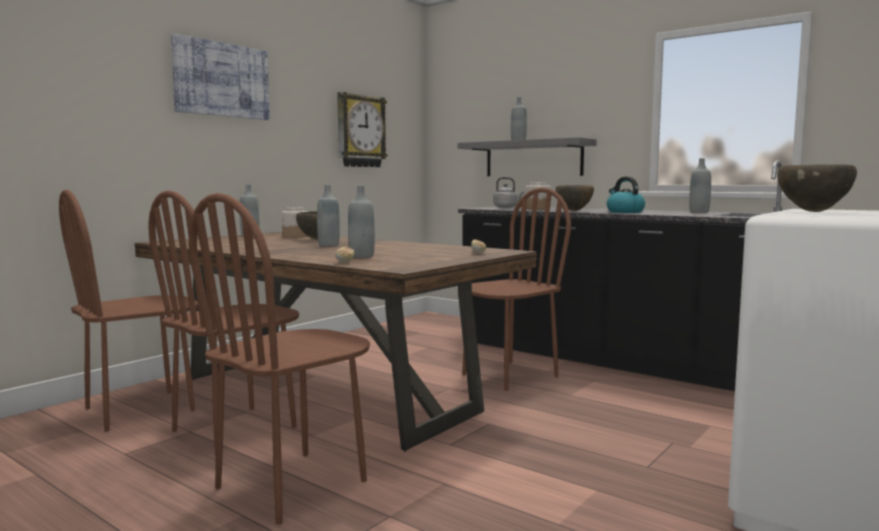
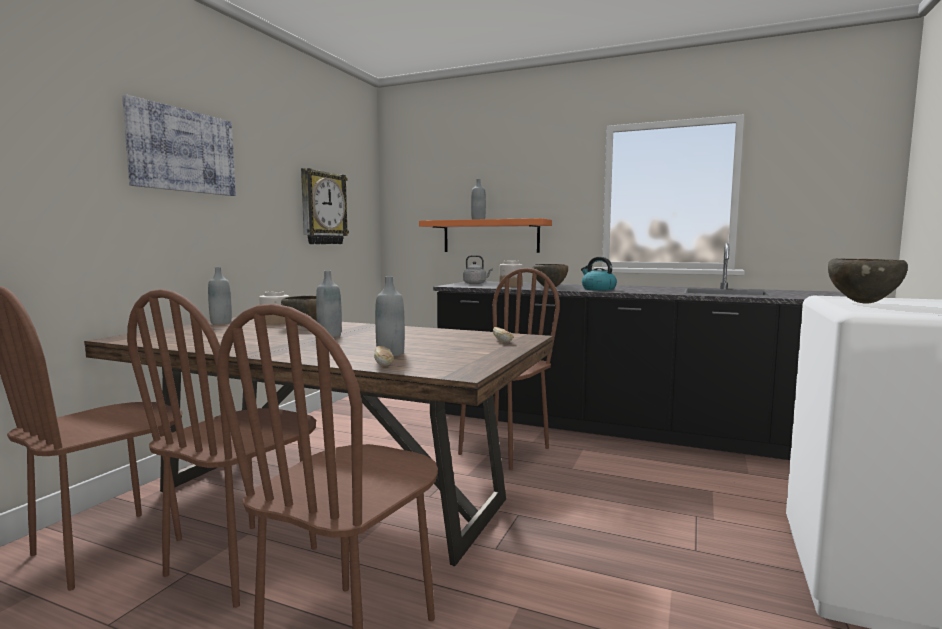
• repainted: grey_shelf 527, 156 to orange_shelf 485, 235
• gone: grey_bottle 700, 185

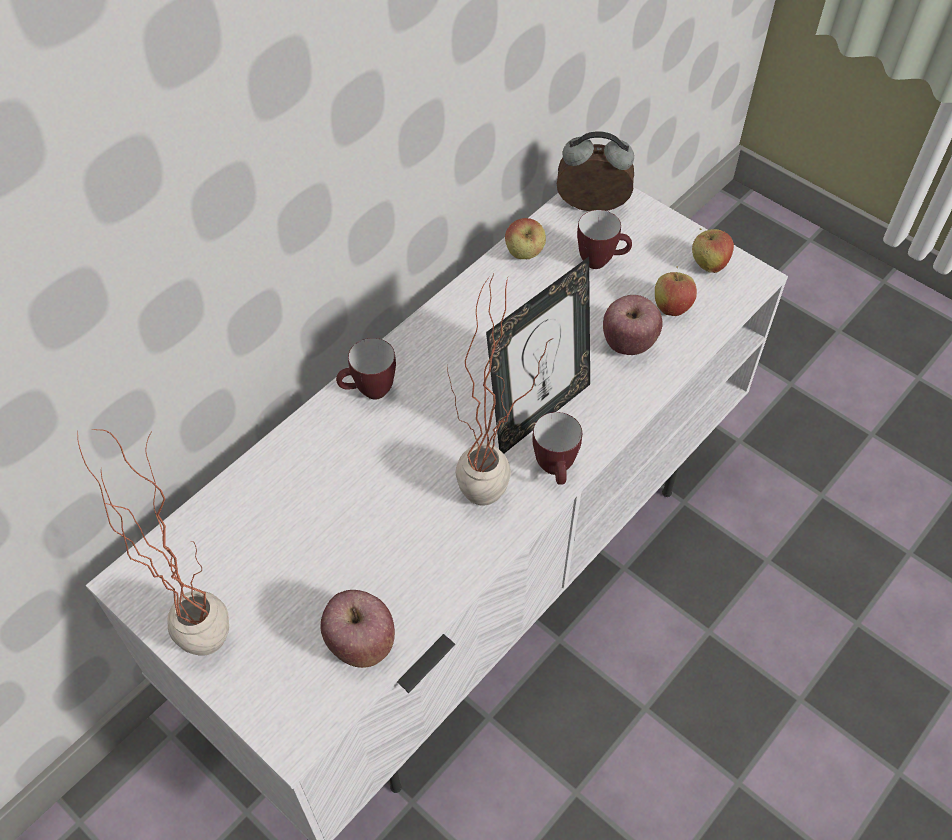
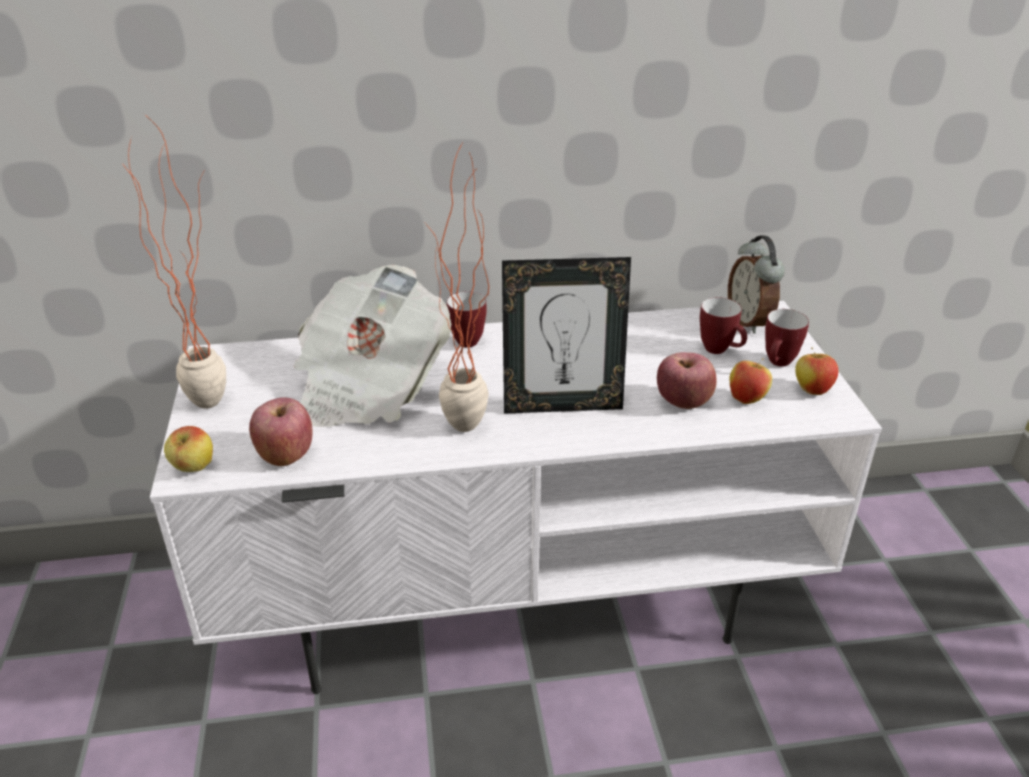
• shifted: apple 525, 238 to 188, 449
• new: newspaper 373, 346
• rotated: alarm_clock 595, 171 = 756, 285 150 degrees counterclockwise
• shifted: mug 557, 448 to 787, 337

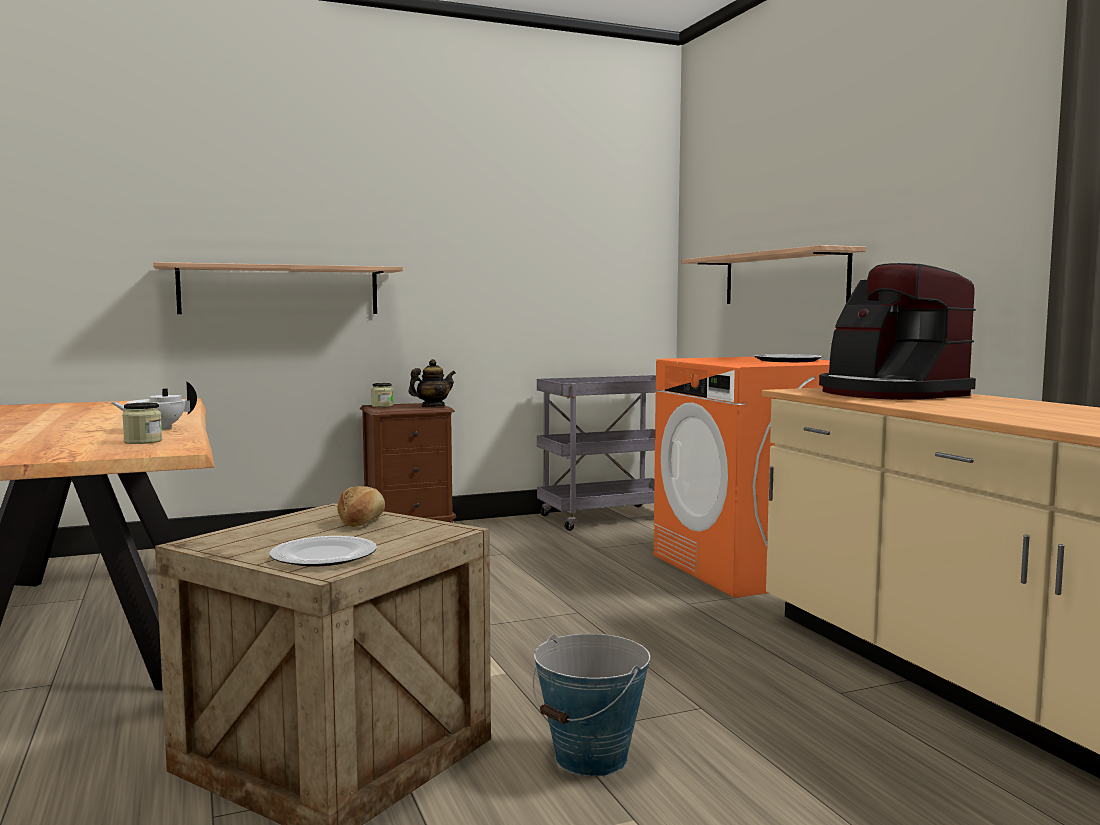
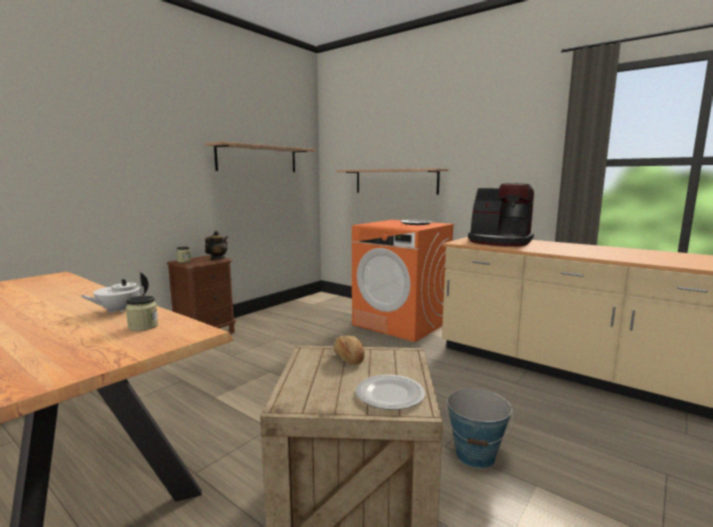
• shifted: shelf 278, 288 to 260, 157
• gone: grey_cart 599, 453

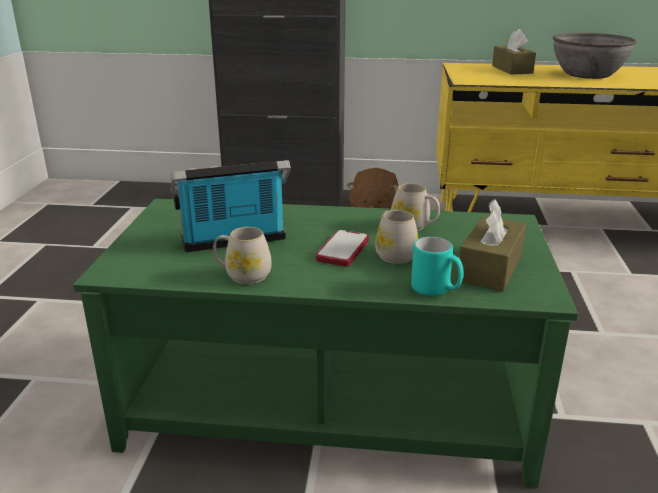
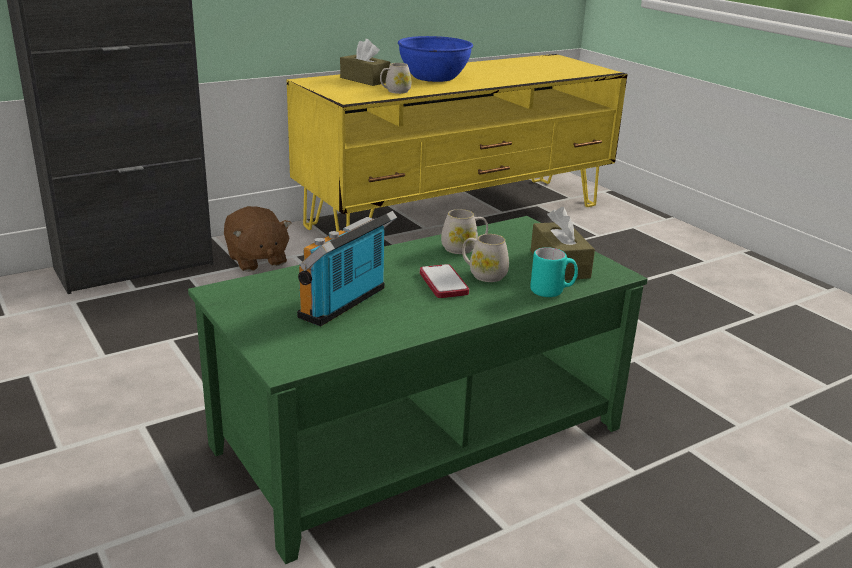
• shifted: white_mug 242, 255 to 395, 78
• repainted: grey_bowl 595, 56 to blue_bowl 435, 59

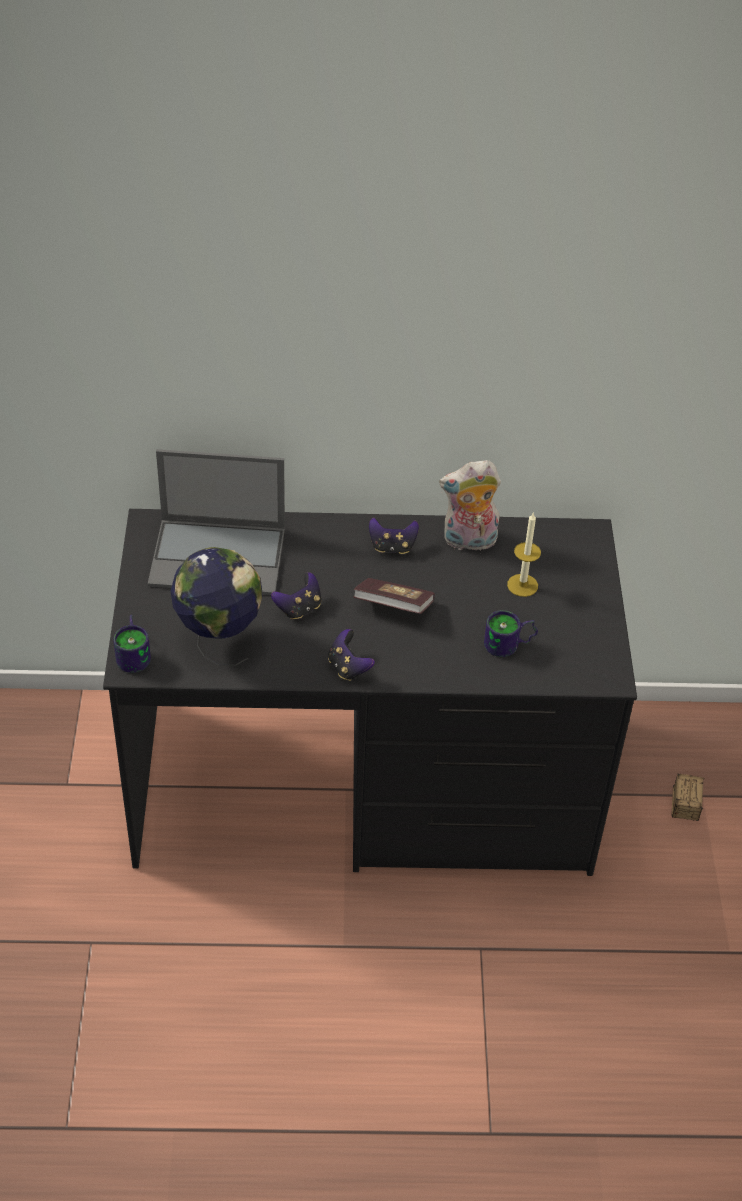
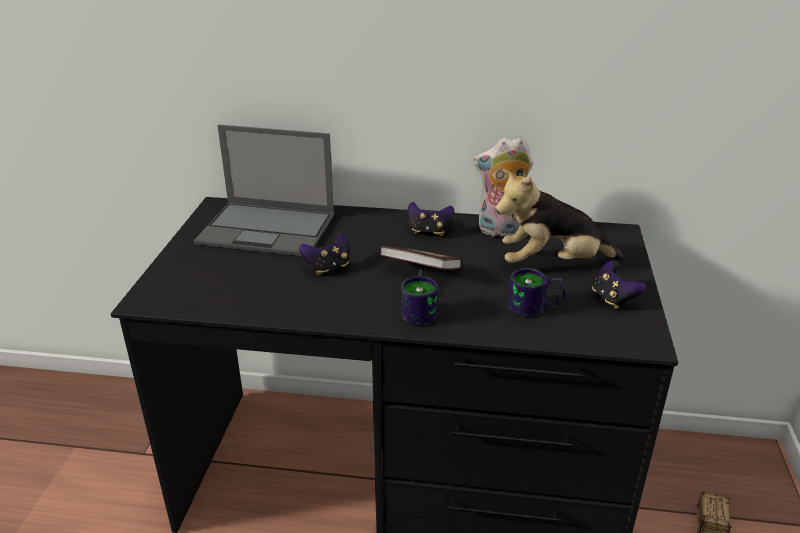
• shifted: mug 132, 644 to 419, 297
• swapped: candle 524, 554 to plush_toy 559, 216
• shifted: game_controller 351, 655 to 619, 284
• gone: globe 216, 606

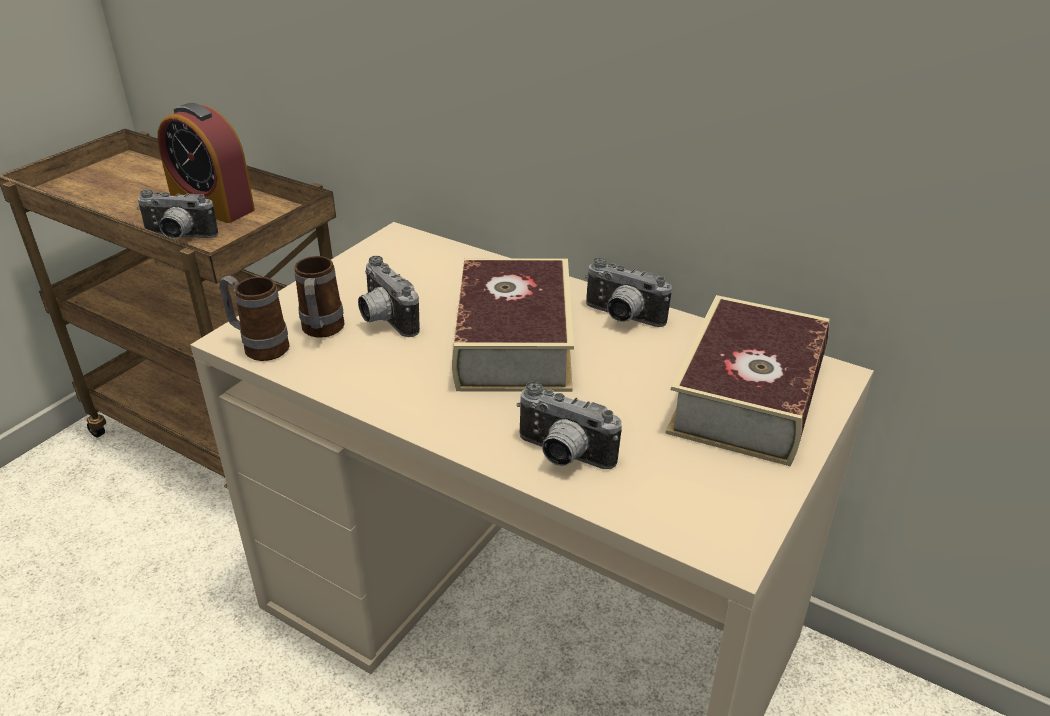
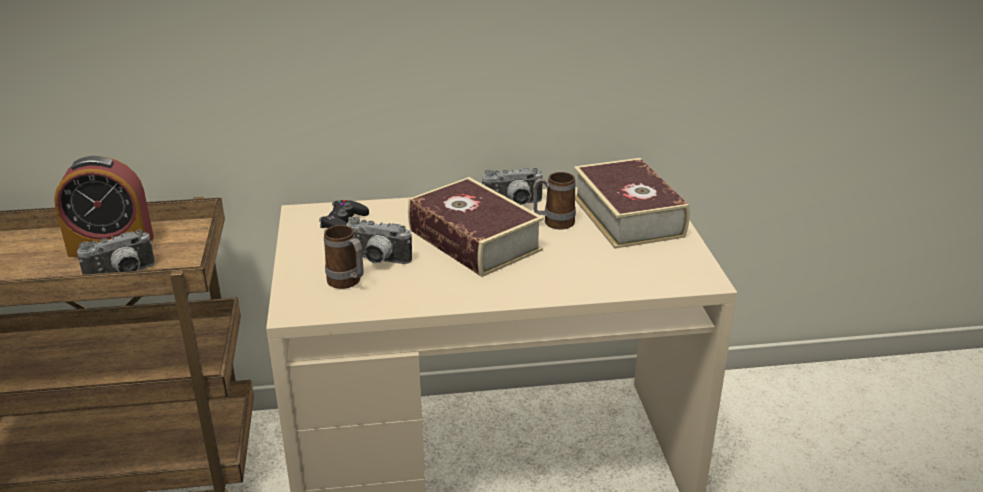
• new: black_game_controller 344, 214
• shifted: mug 254, 318 to 554, 201
• gone: photo_camera 569, 425

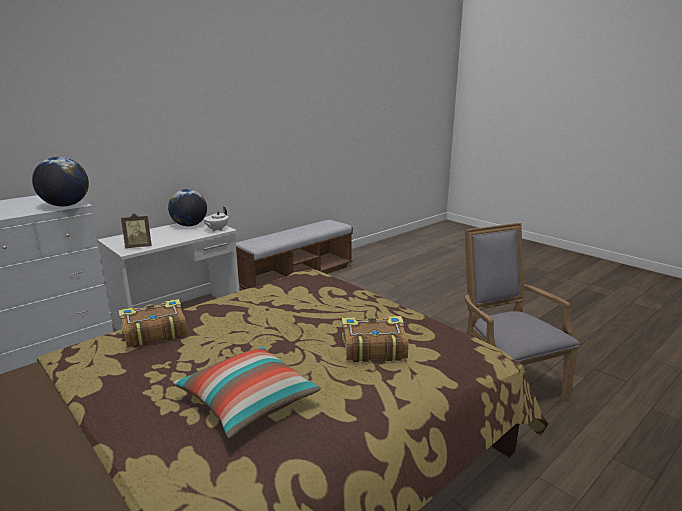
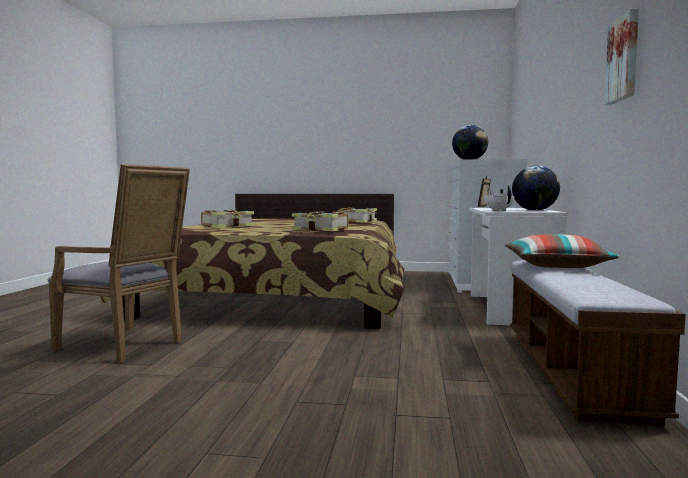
• new: book 320, 221
• shifted: pillow 247, 392 to 562, 251
• new: picture 621, 56

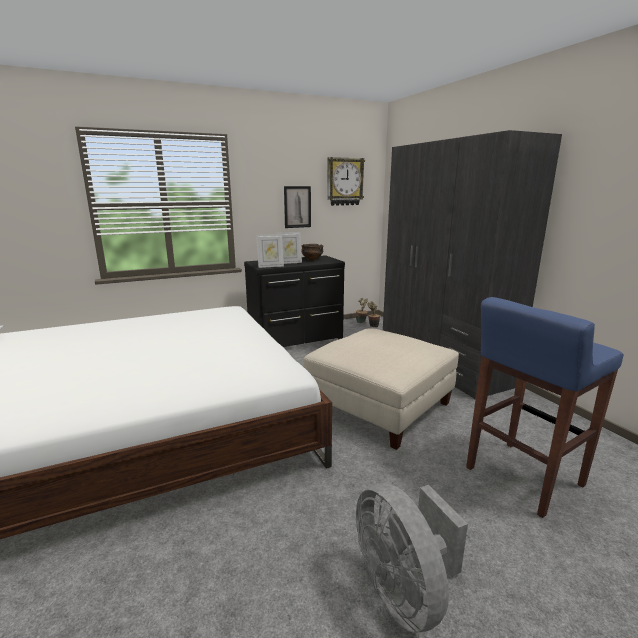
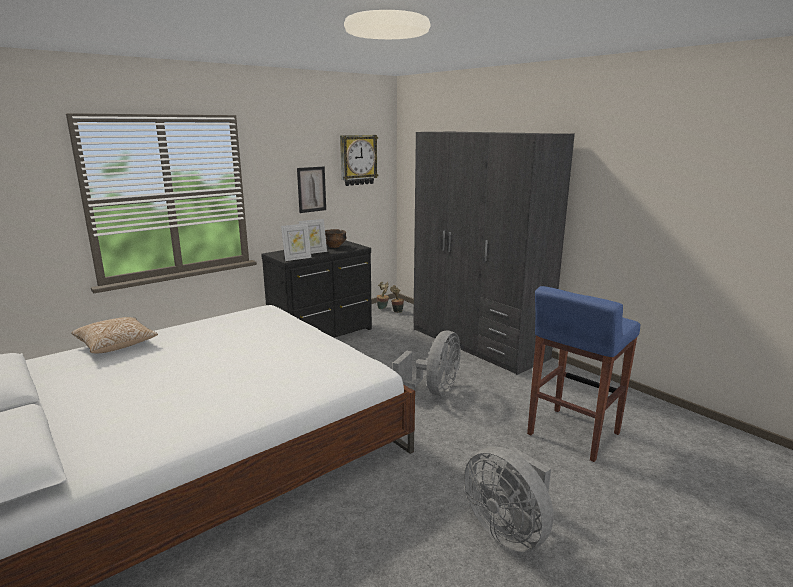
• new: pillow 115, 335
• swapped: beige_ottoman 381, 389 to grey_fan 427, 363

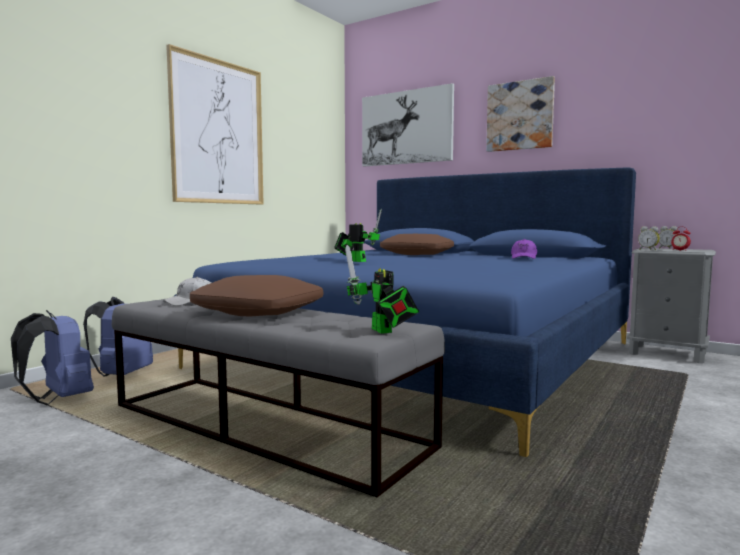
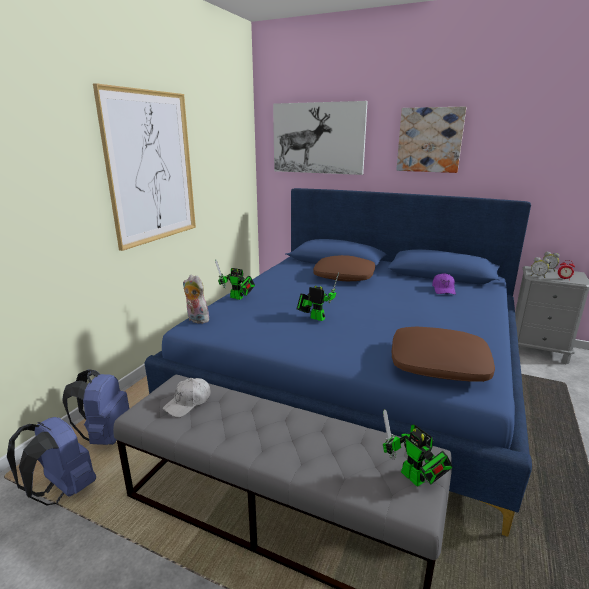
• new: plush_toy 196, 299
• new: toy_robot 235, 279
• shifted: brown_pillow 256, 296 to 443, 354

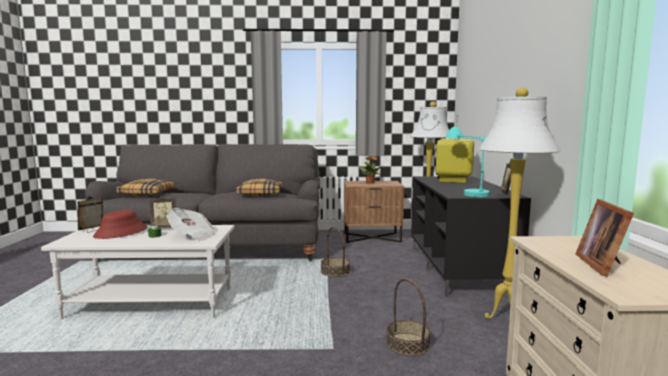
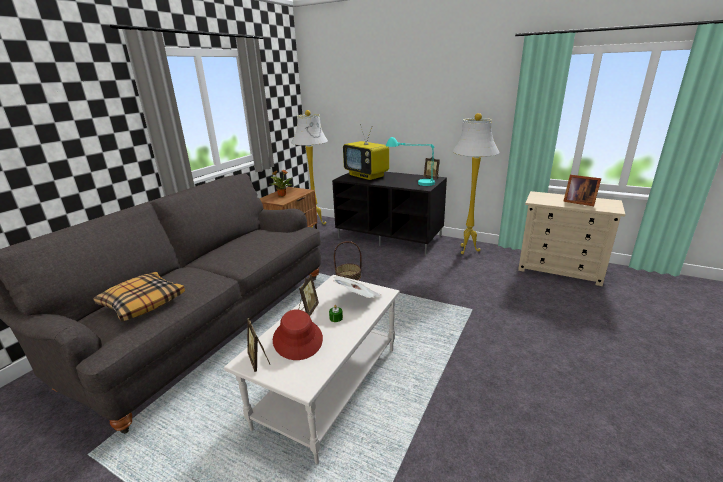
• gone: pillow 259, 187
• gone: basket 408, 317

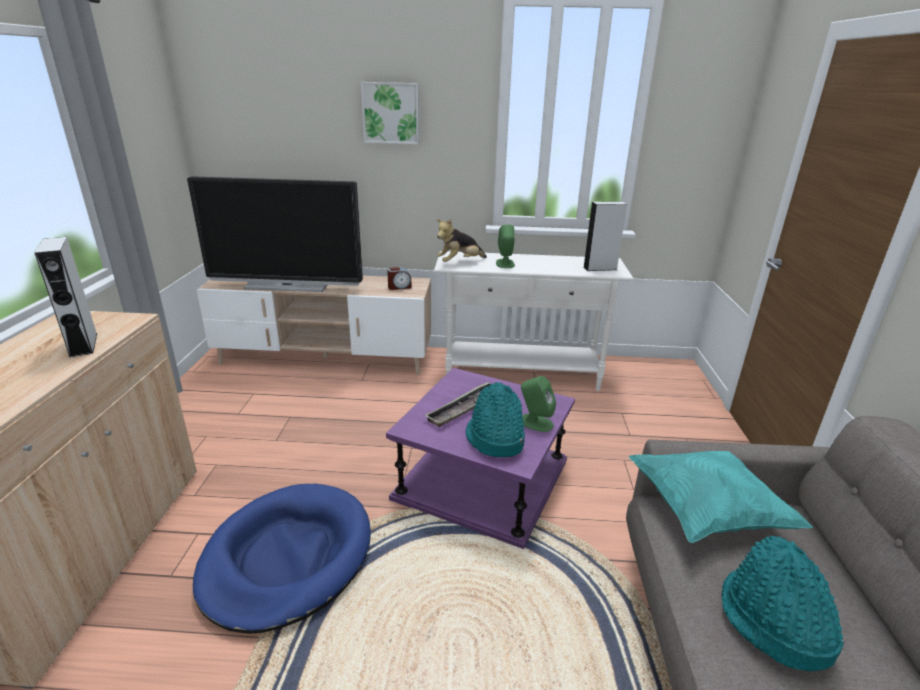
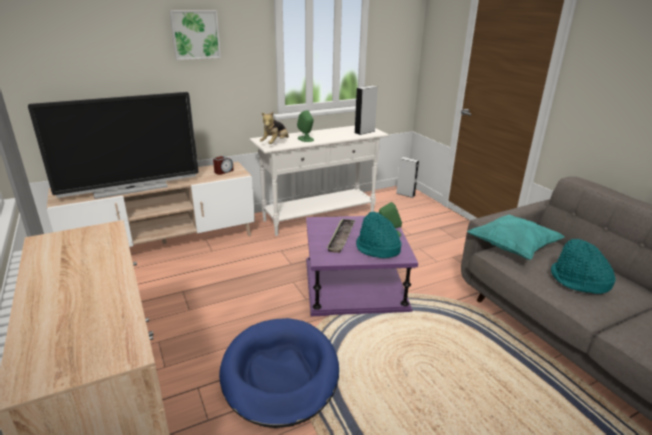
• shifted: grey_speaker 65, 297 to 407, 177

